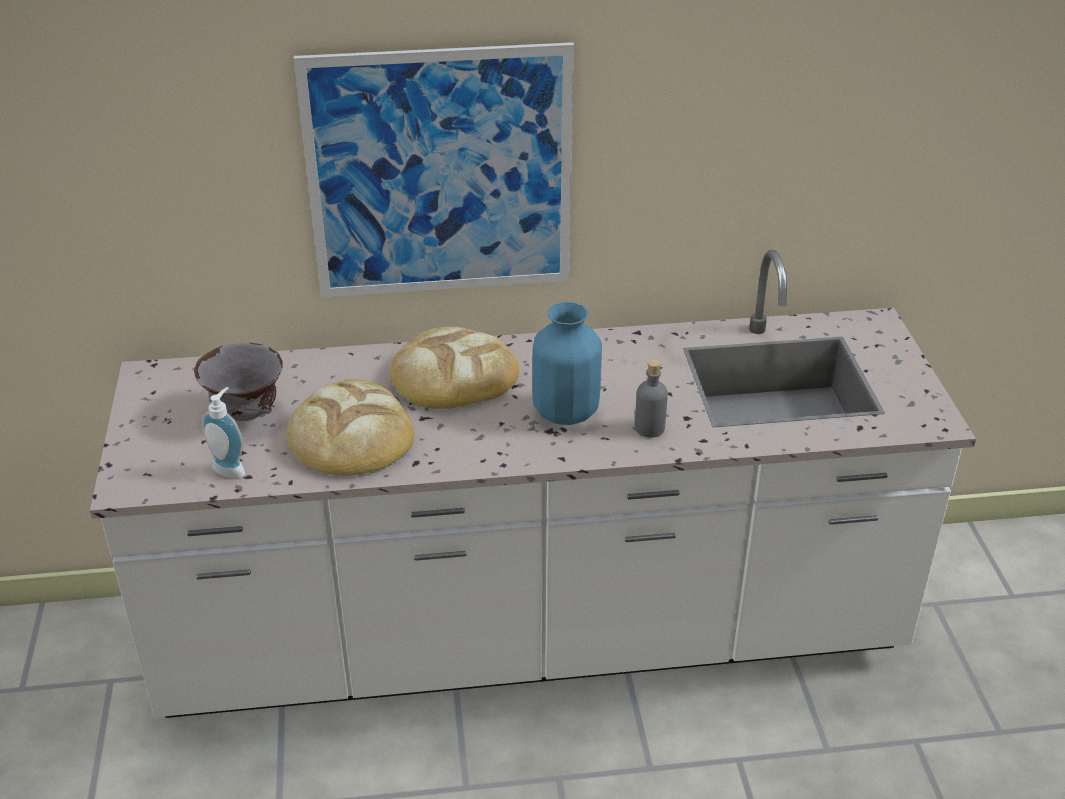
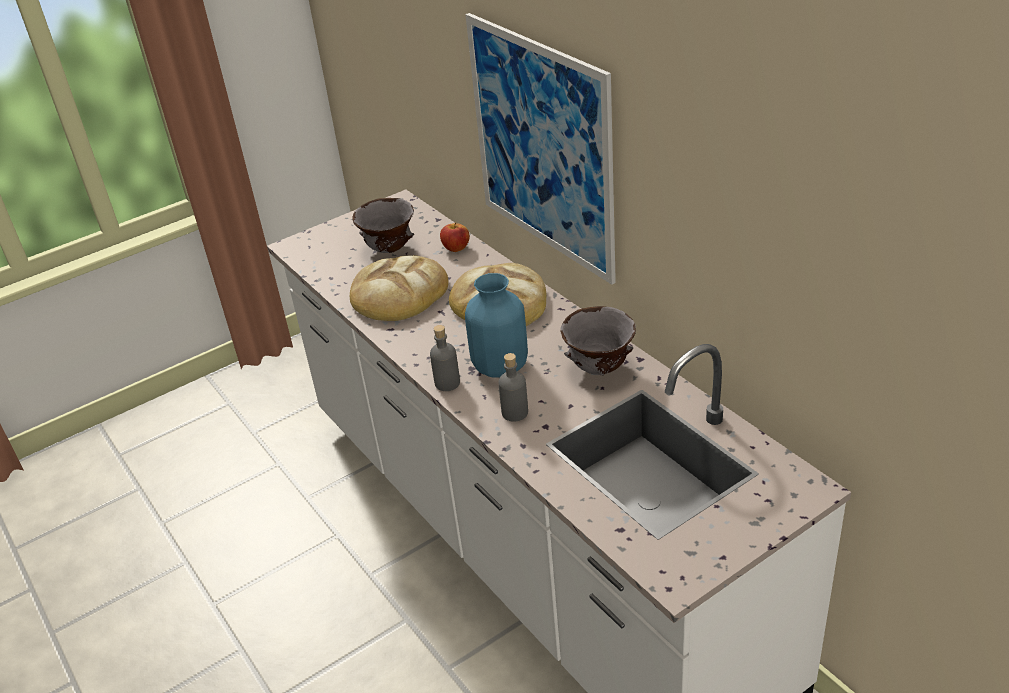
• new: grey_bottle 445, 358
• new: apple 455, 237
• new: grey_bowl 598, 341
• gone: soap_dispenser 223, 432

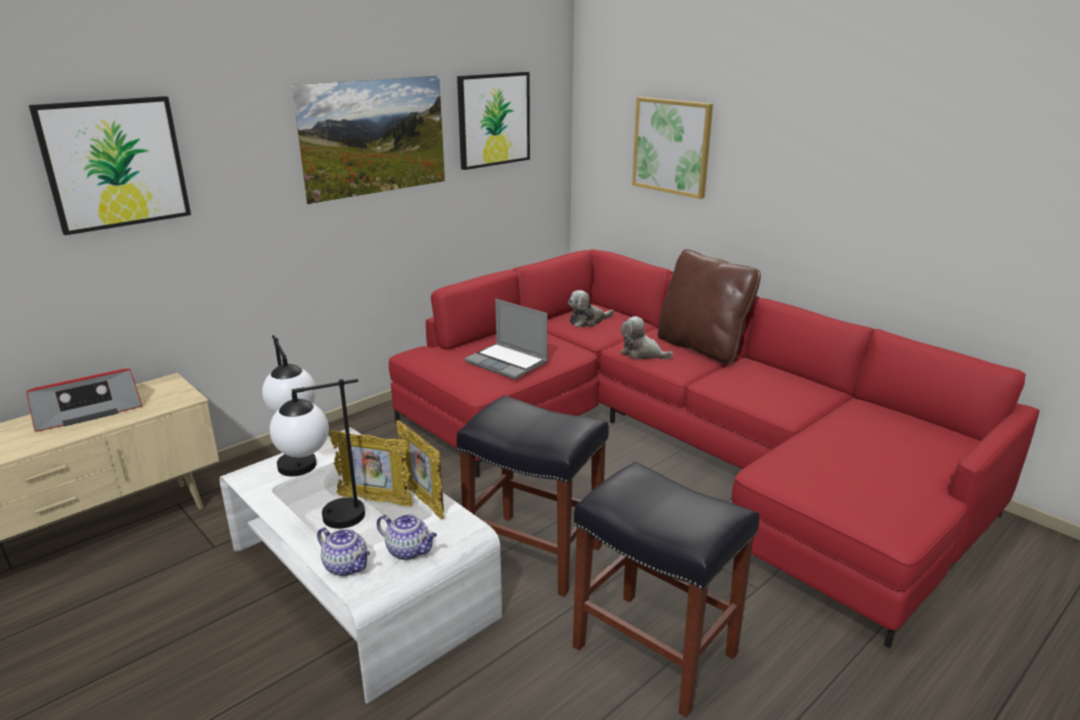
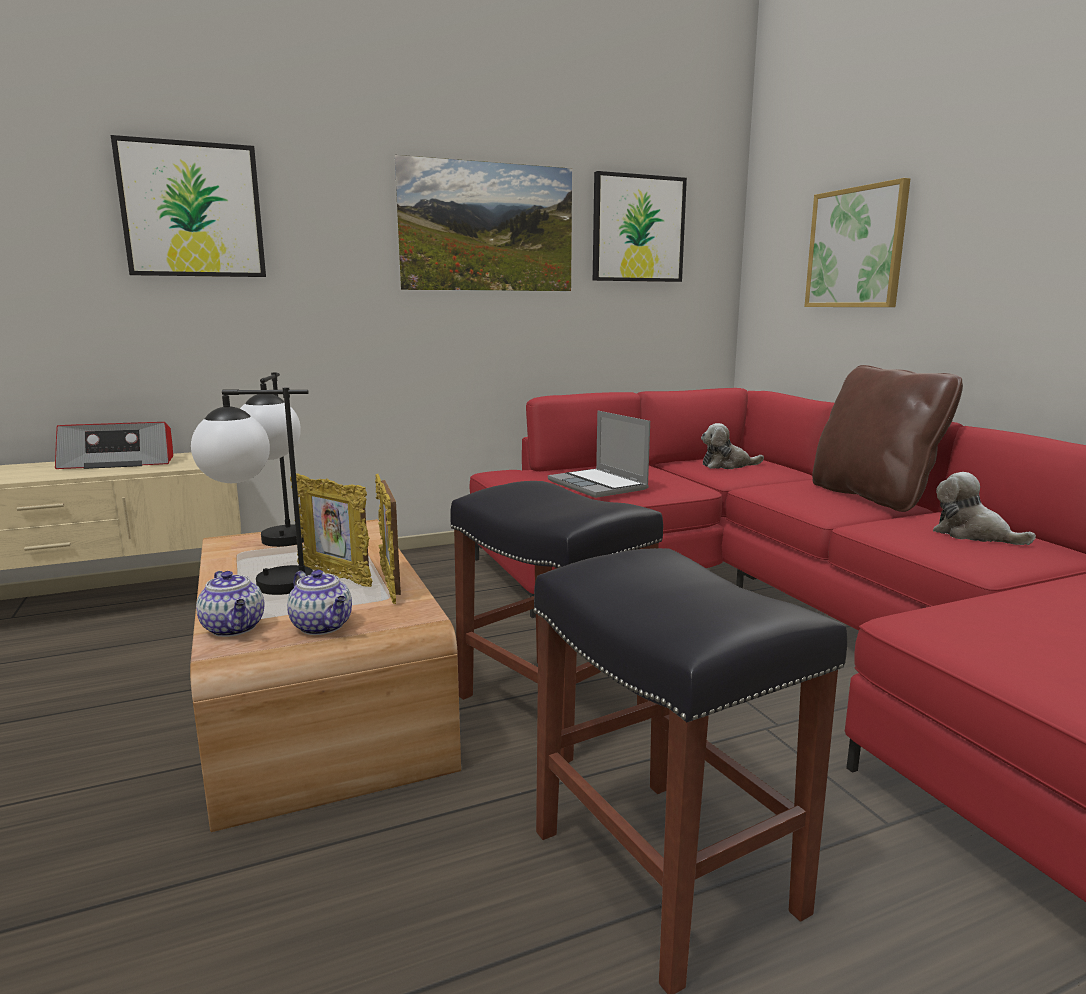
• repainted: white_coffee_table 361, 566 to brown_coffee_table 325, 675
• shifted: plush_toy 647, 337 to 984, 508

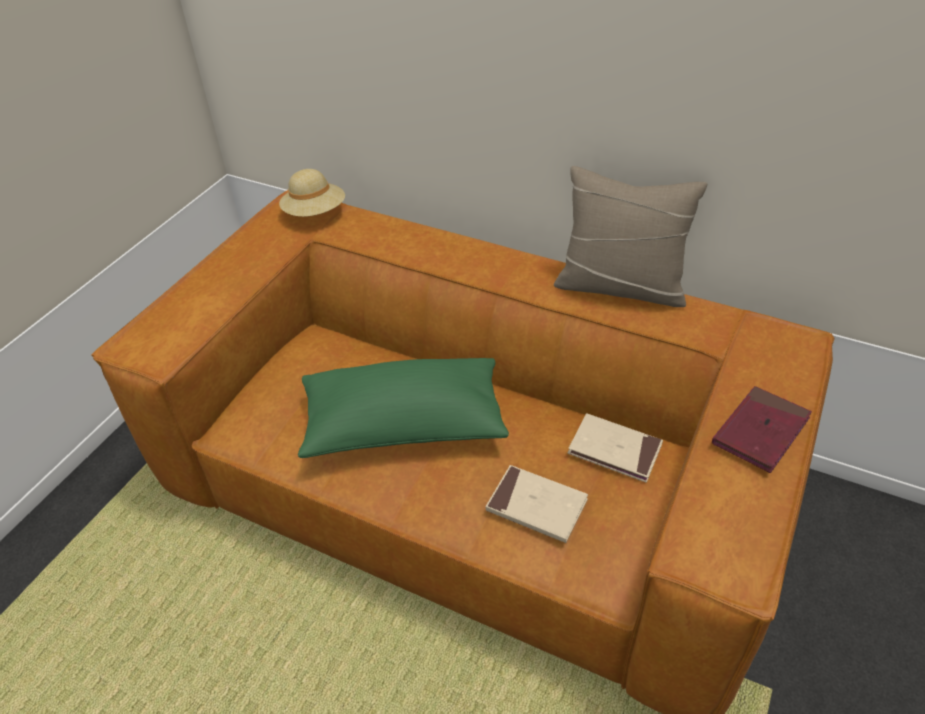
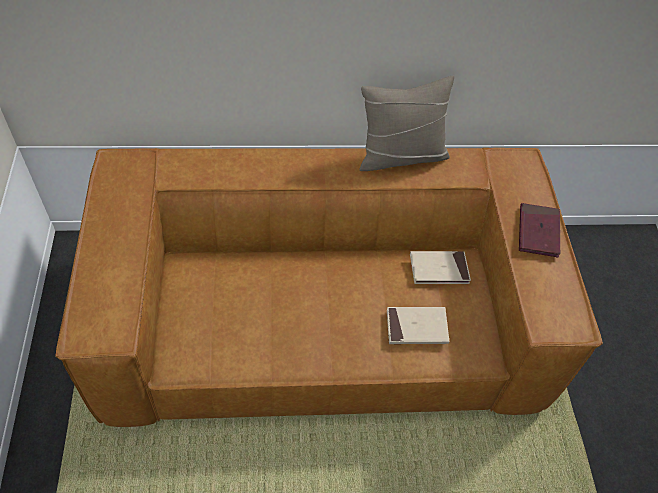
• gone: beige_hat 312, 193
• gone: green_pillow 403, 408

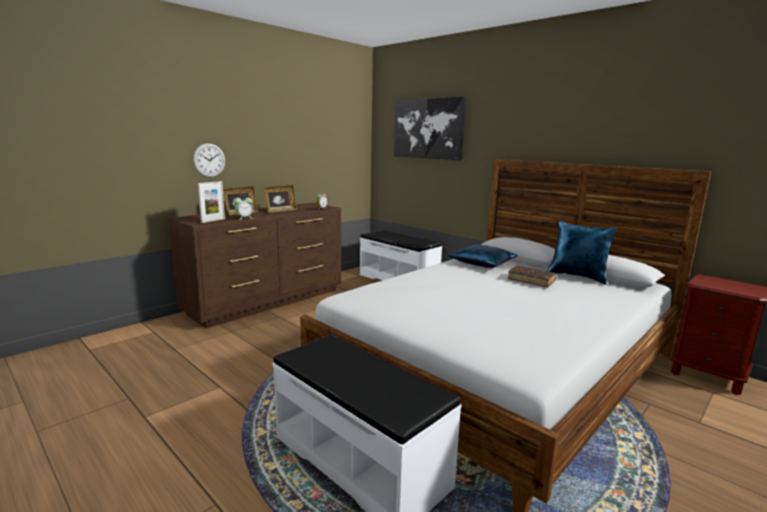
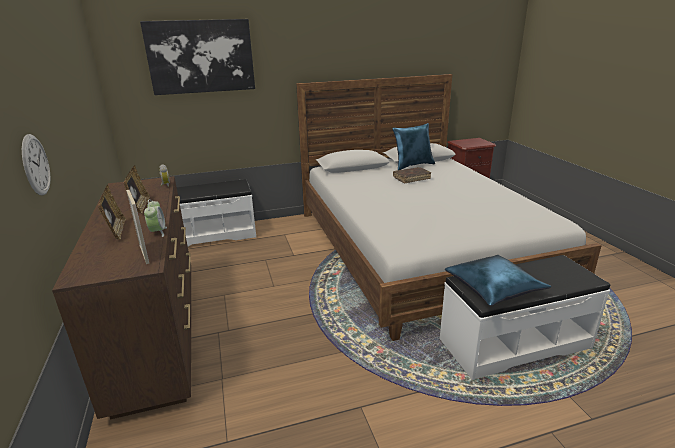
• shifted: blue_pillow 483, 256 to 498, 280

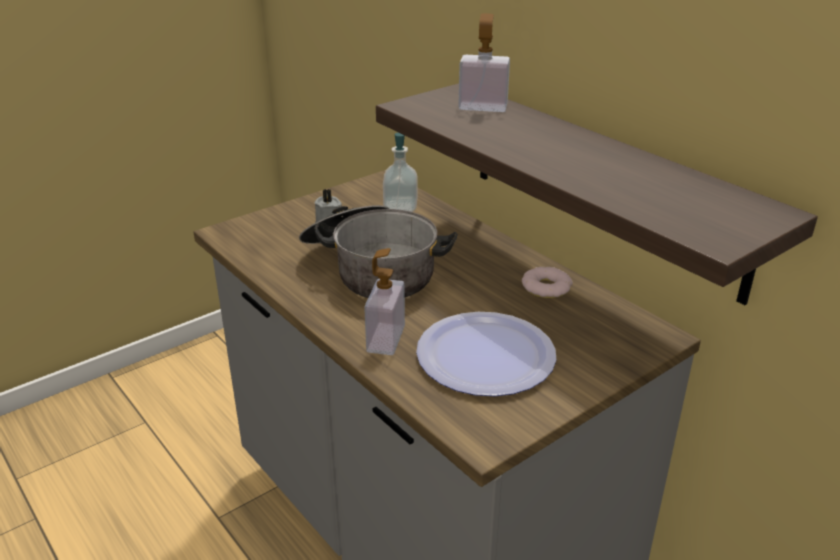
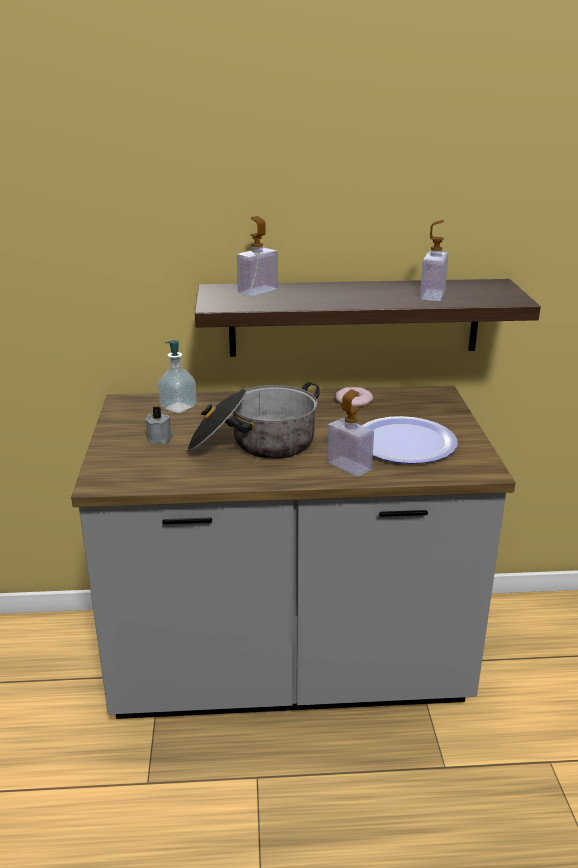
• new: soap_dispenser 434, 260

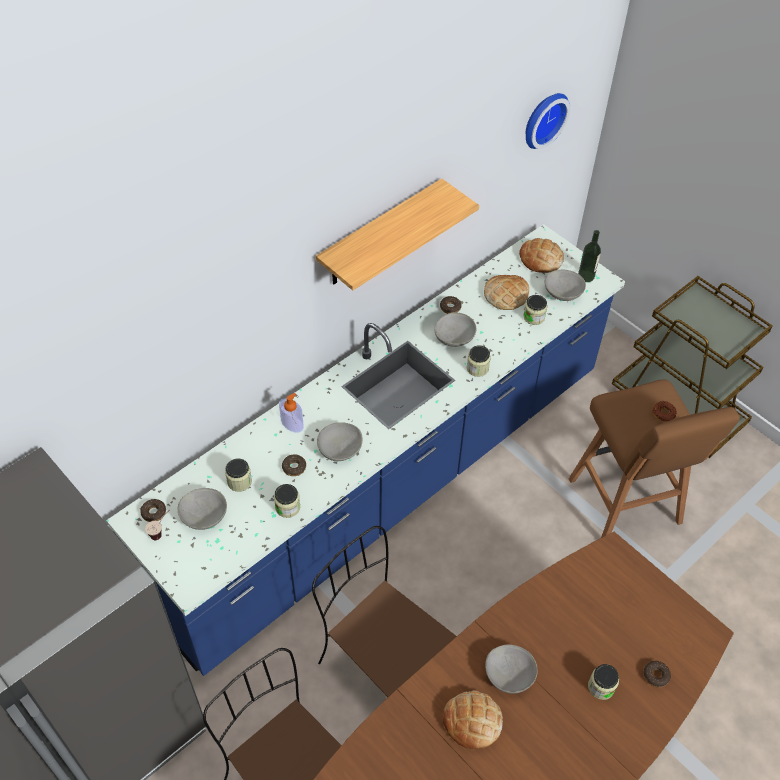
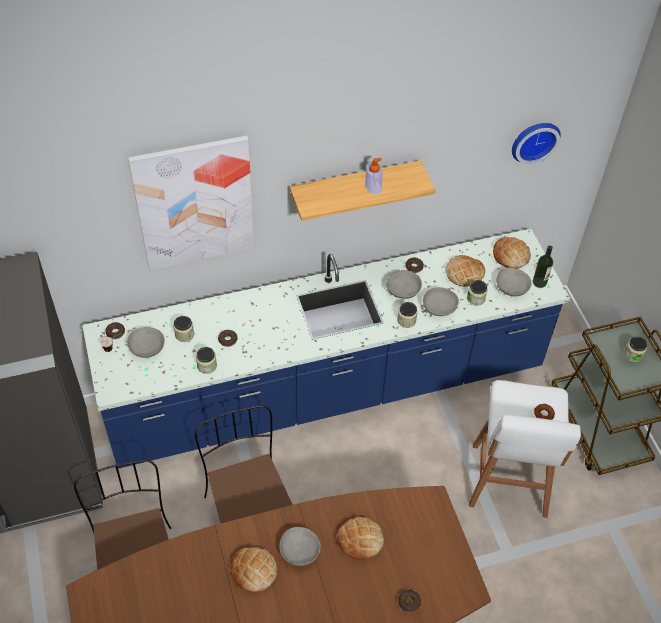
• new: picture 191, 203
• new: bread 360, 538
• shifted: soap_dispenser 291, 412 to 374, 176
• shifted: grey_bowl 340, 441 to 441, 301
• repainted: brown_stool 654, 458 to white_stool 525, 449
• shifted: jar 603, 682 to 635, 349

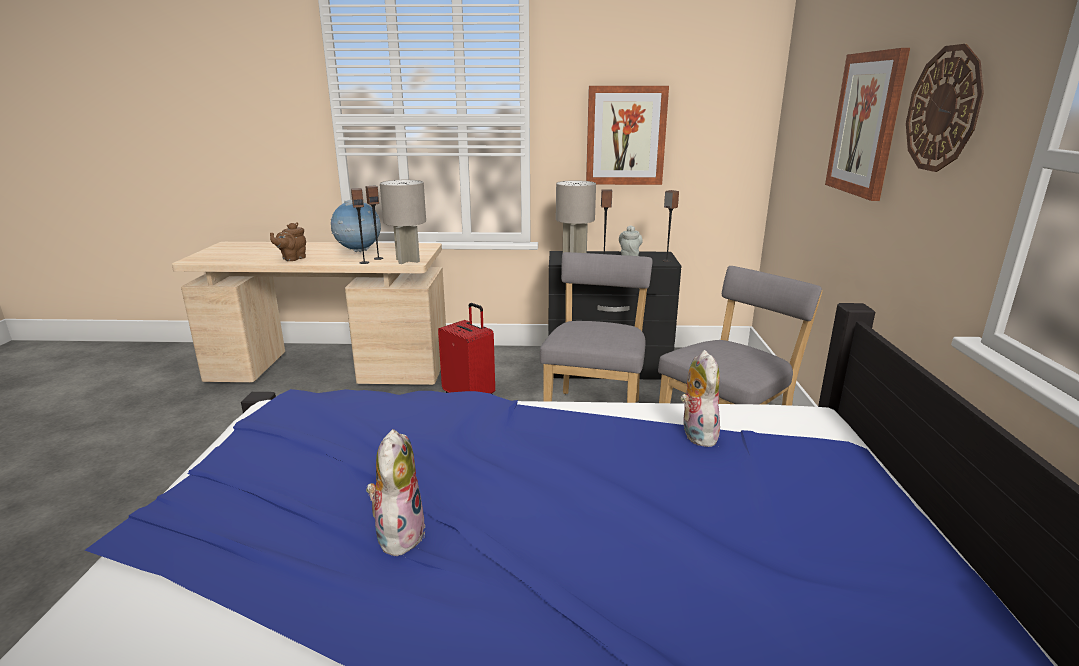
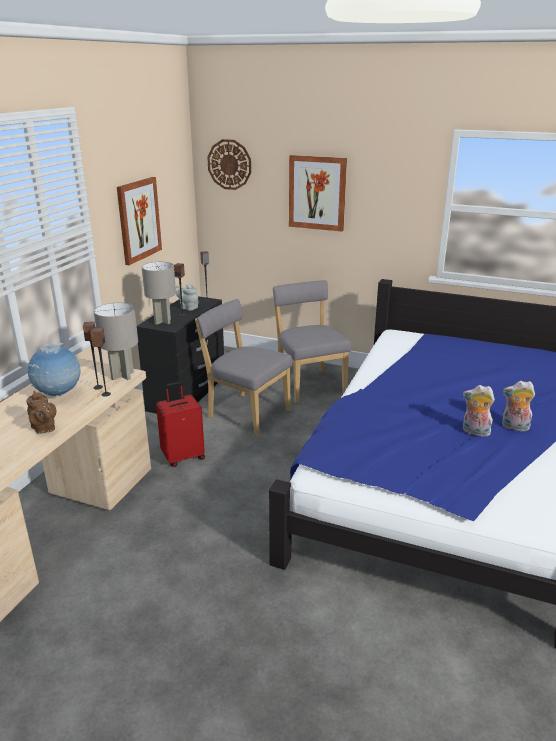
• shifted: wall_clock 945, 108 to 229, 164
• shifted: plush_toy 700, 398 to 518, 406

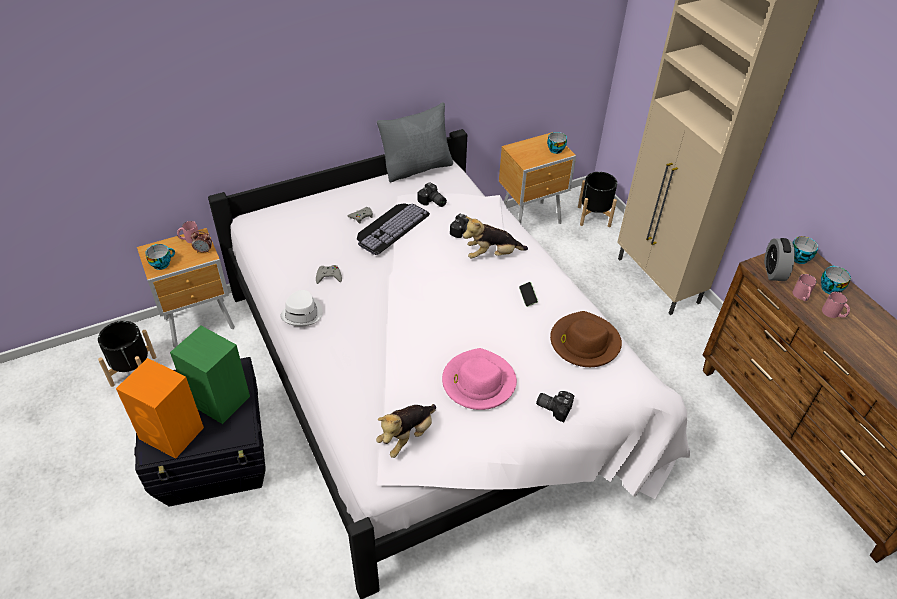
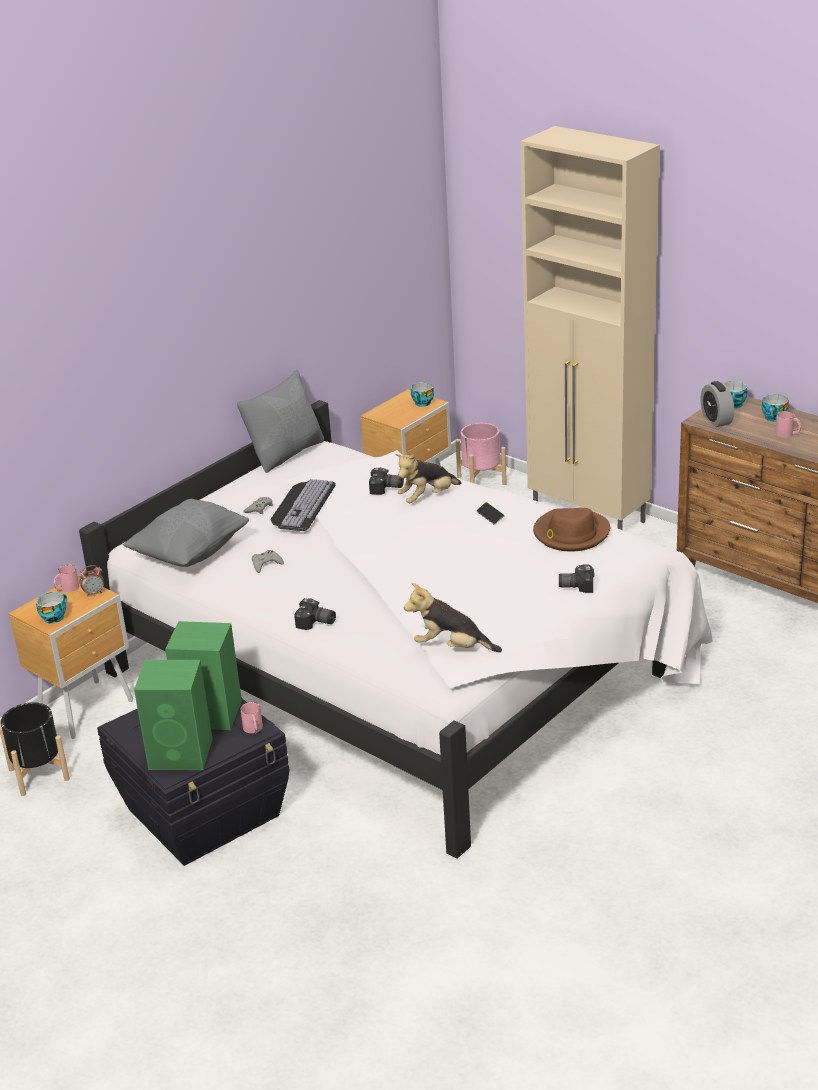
• new: grey_pillow 186, 533
• repainted: orange_speaker 160, 408 to green_speaker 173, 715
• shifted: pink_mug 805, 287 to 251, 718
• shifted: photo_camera 432, 194 to 315, 614
• rotated: plush_toy 406, 431 = 453, 617 90 degrees clockwise
• repainted: black_planter 597, 199 to pink_planter 481, 454
• gone: white_hat 301, 308
• gone: pink_hat 479, 379

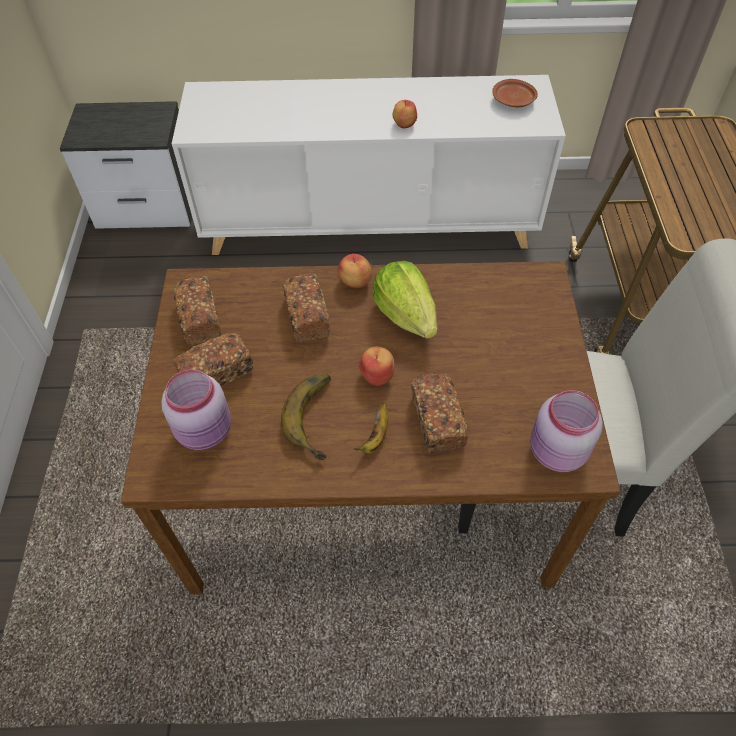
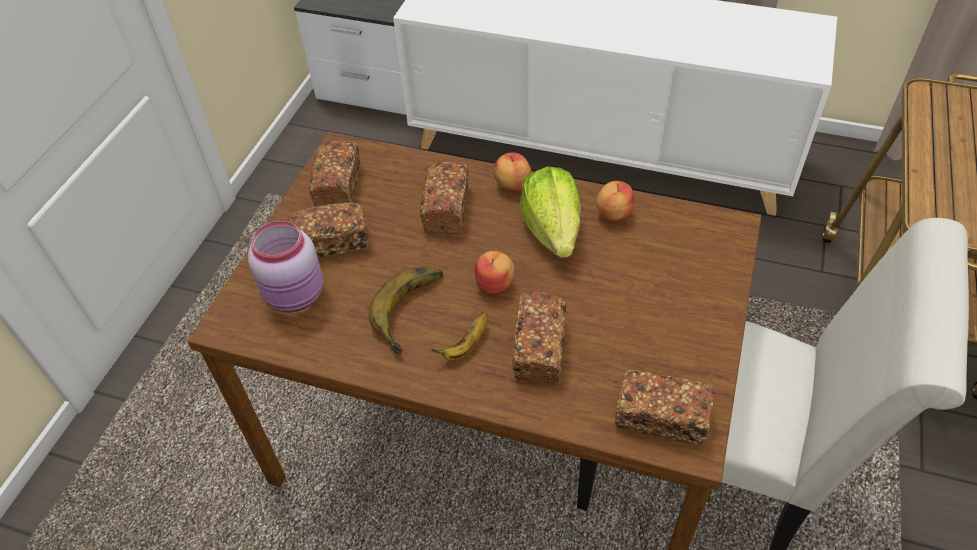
• shifted: apple 405, 114 to 615, 201
• swapped: pink_jar 566, 431 to bread 665, 407
• gone: brown_plate 515, 93

